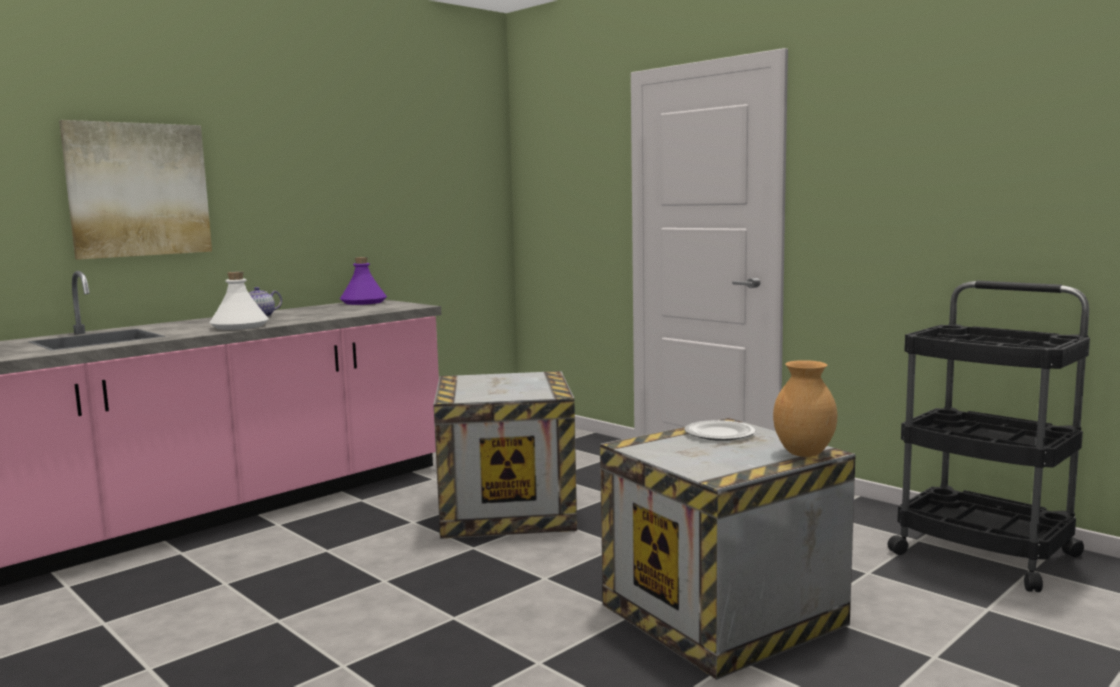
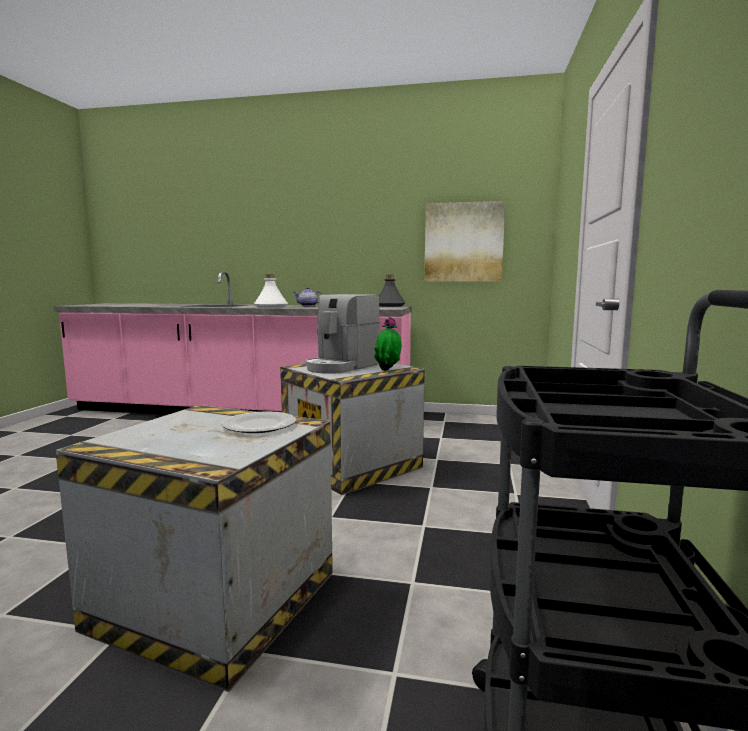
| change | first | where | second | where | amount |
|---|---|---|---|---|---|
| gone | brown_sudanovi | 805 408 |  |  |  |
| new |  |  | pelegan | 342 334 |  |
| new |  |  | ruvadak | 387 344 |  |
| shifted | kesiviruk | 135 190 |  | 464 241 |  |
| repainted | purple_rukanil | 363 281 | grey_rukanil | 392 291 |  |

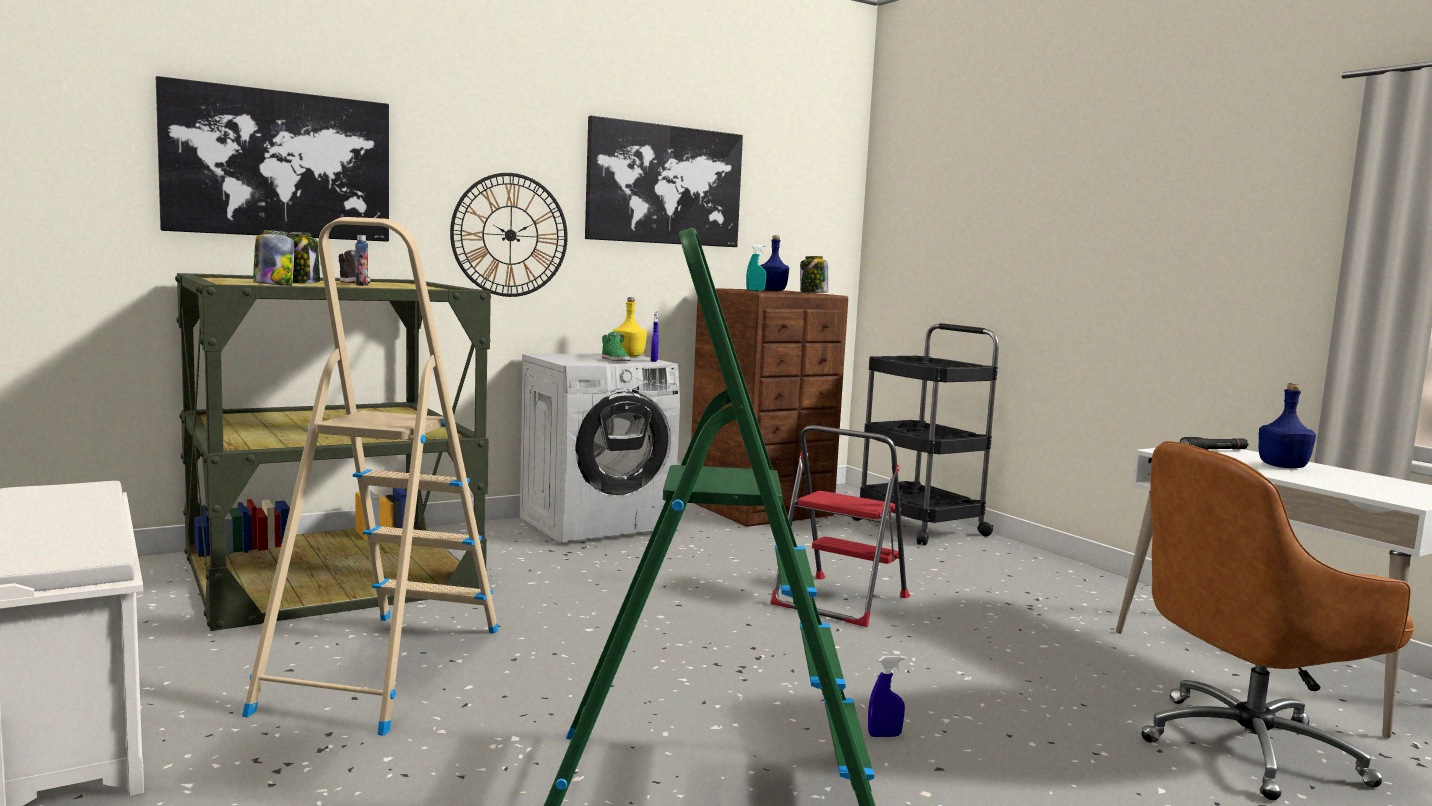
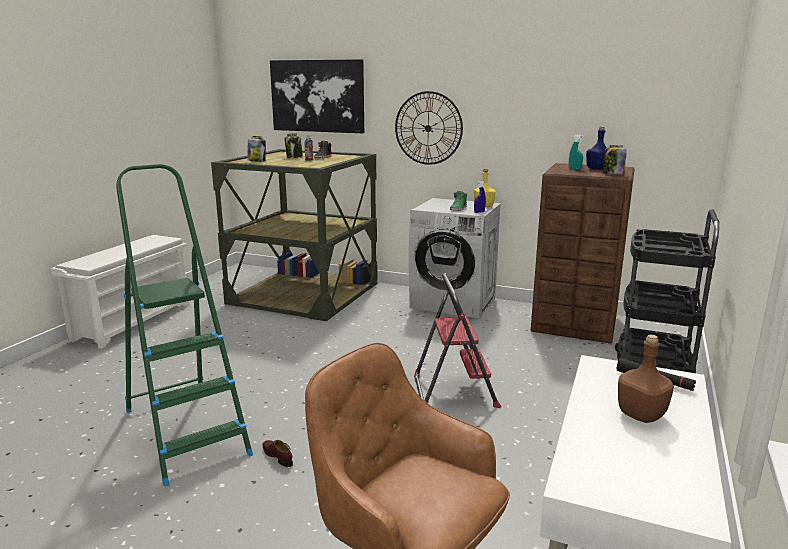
| change | first | where | second | where | amount |
|---|---|---|---|---|---|
| gone | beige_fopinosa | 370 476 |  |  |  |
| gone | kesiviruk | 664 181 |  |  |  |
| swapped | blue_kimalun | 886 696 | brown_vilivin | 277 453 |  |
| repainted | blue_rukanil | 1287 425 | brown_rukanil | 646 378 |  |

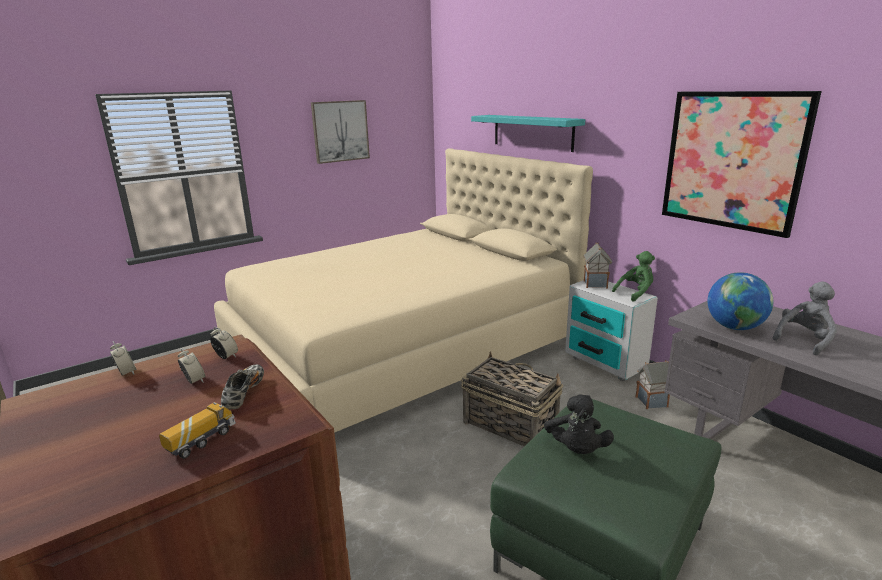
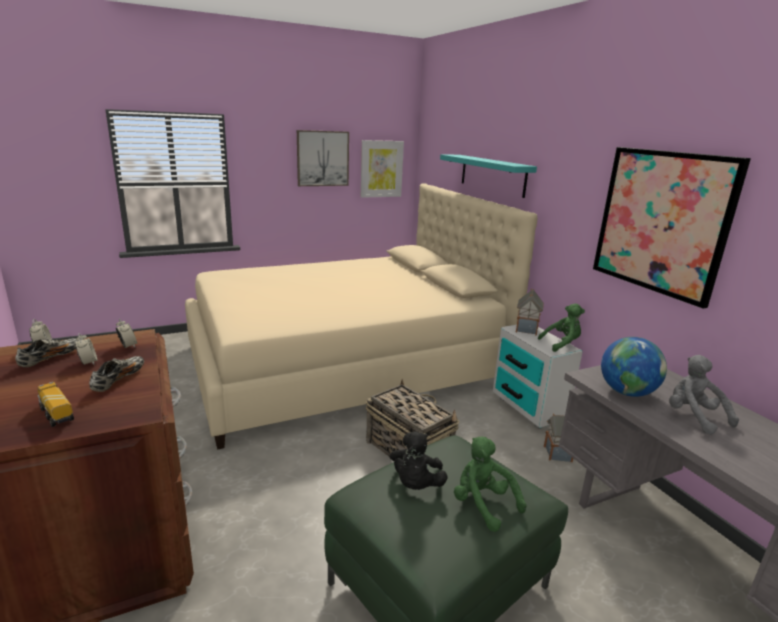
| change | first | where | second | where | amount |
|---|---|---|---|---|---|
| new |  |  | vilivin | 47 352 |  |
| new |  |  | kesiviruk | 382 169 |  |
| new |  |  | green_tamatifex | 490 484 |  |
| rotated | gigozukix | 197 430 |  | 55 404 | 90 degrees counterclockwise |
| rotated | grey_tamatifex | 805 318 |  | 704 395 | 90 degrees counterclockwise |

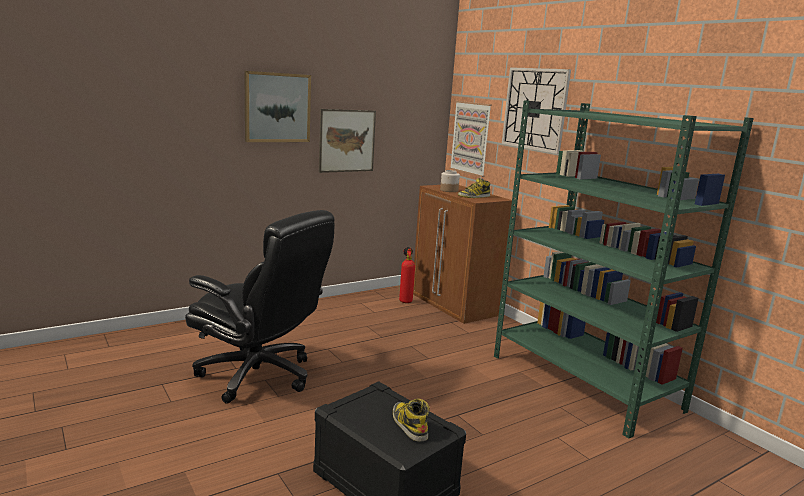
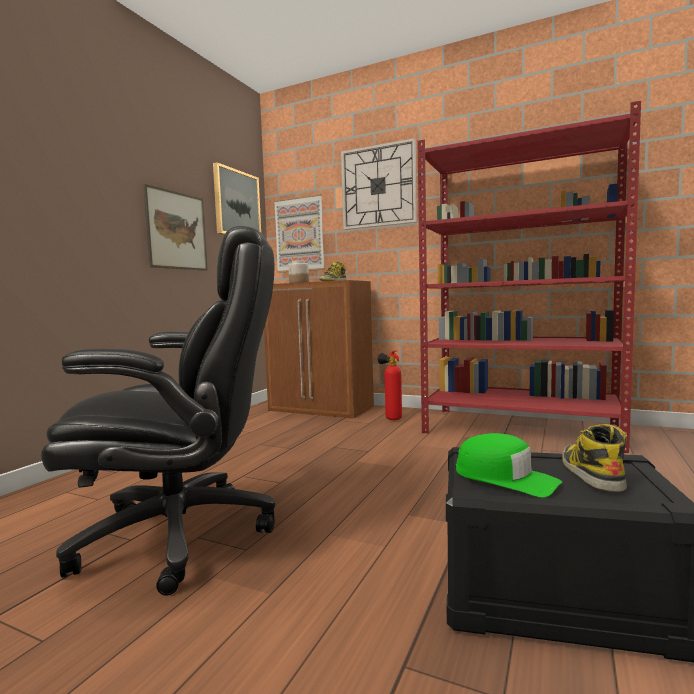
| change | first | where | second | where | amount |
|---|---|---|---|---|---|
| new |  |  | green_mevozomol | 508 465 |  |
| shifted | kesiviruk | 277 106 |  | 237 198 |  |
| shifted | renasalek | 407 275 |  | 389 385 |  |
| repainted | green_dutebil | 624 269 | red_dutebil | 529 277 |  |
| rotated | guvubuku | 411 420 |  | 594 458 | 60 degrees clockwise |

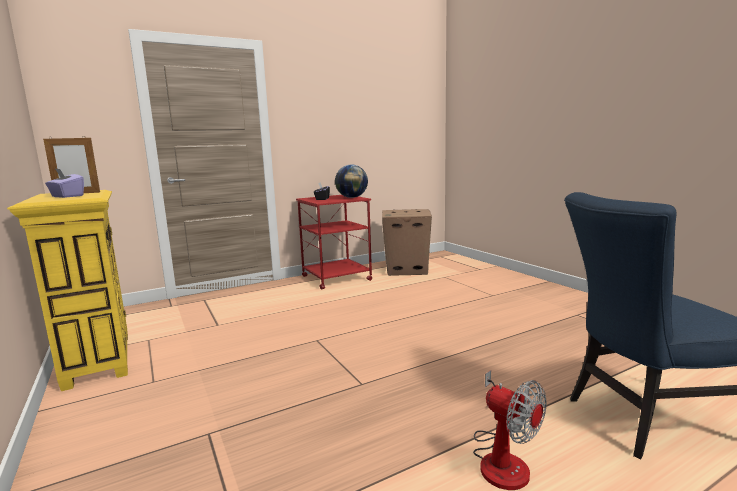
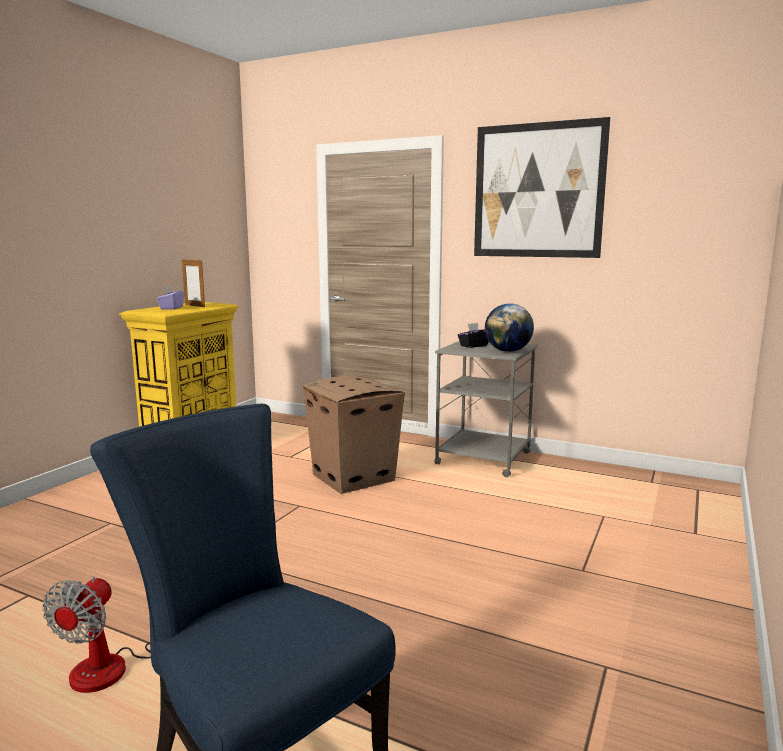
| change | first | where | second | where | amount |
|---|---|---|---|---|---|
| new |  |  | kesiviruk | 542 187 |  |
| shifted | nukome | 407 242 |  | 354 435 |  |
| repainted | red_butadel | 334 242 | grey_butadel | 485 409 |  |

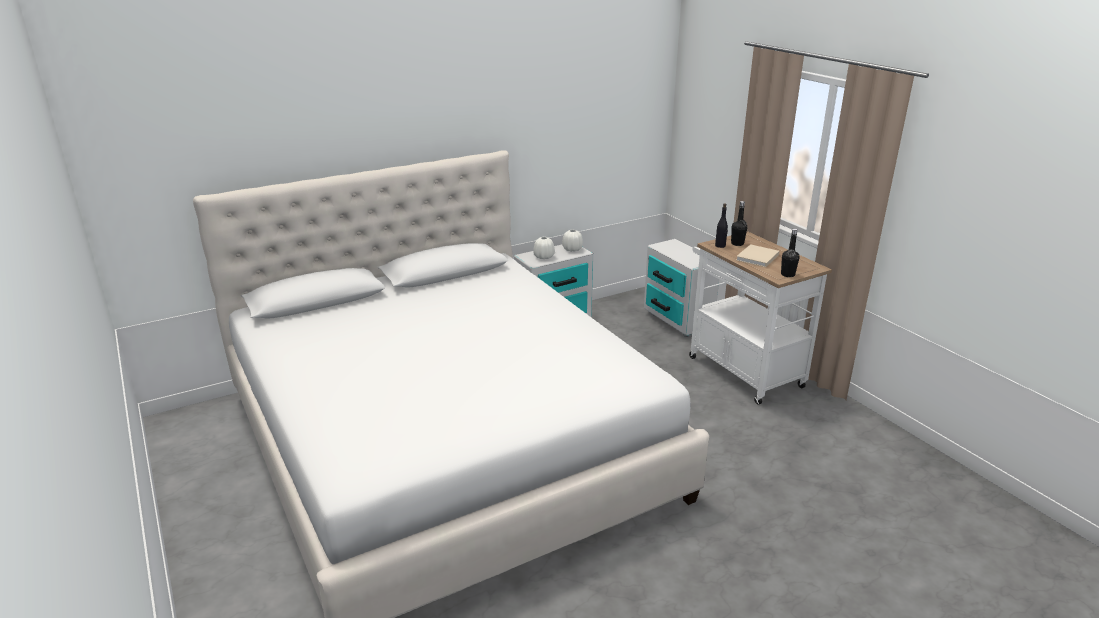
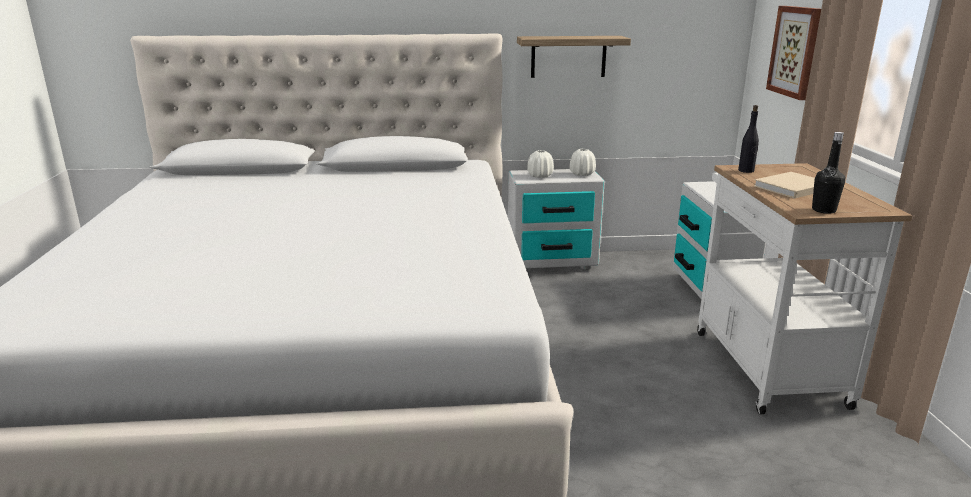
| change | first | where | second | where | amount |
|---|---|---|---|---|---|
| gone | black_rukanil | 739 223 |  |  |  |
| new |  |  | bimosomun | 574 57 |  |
| new |  |  | kesiviruk | 793 53 |  |

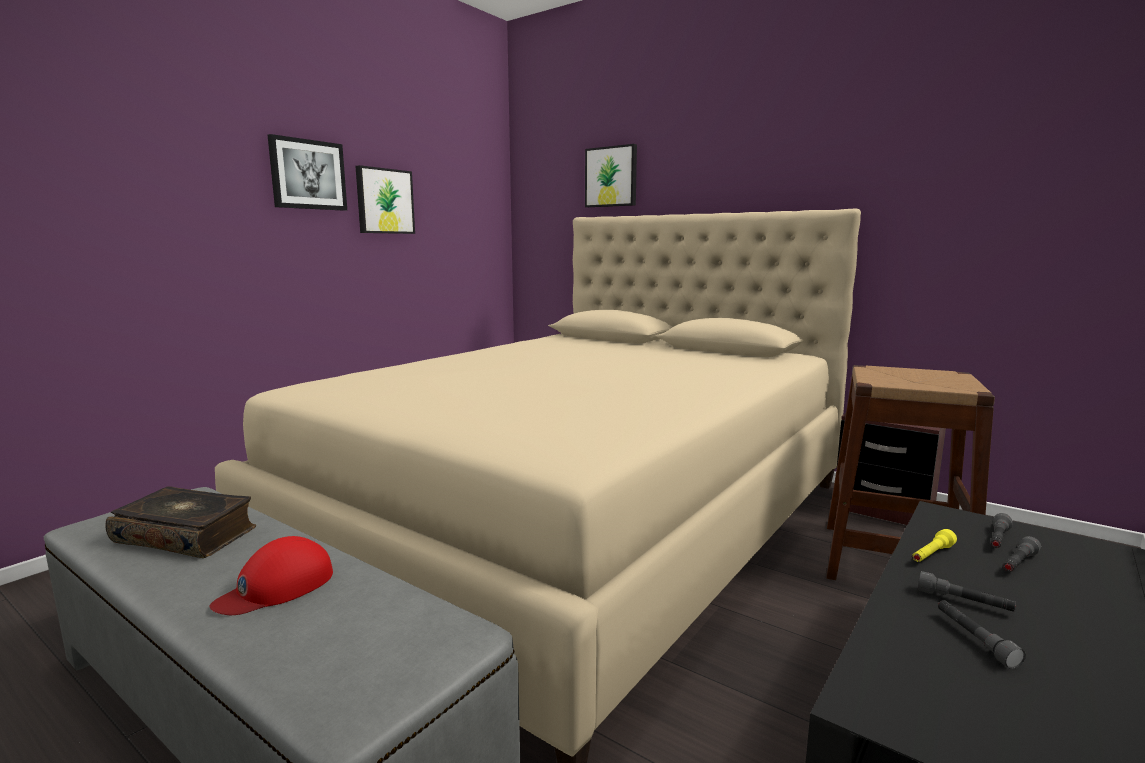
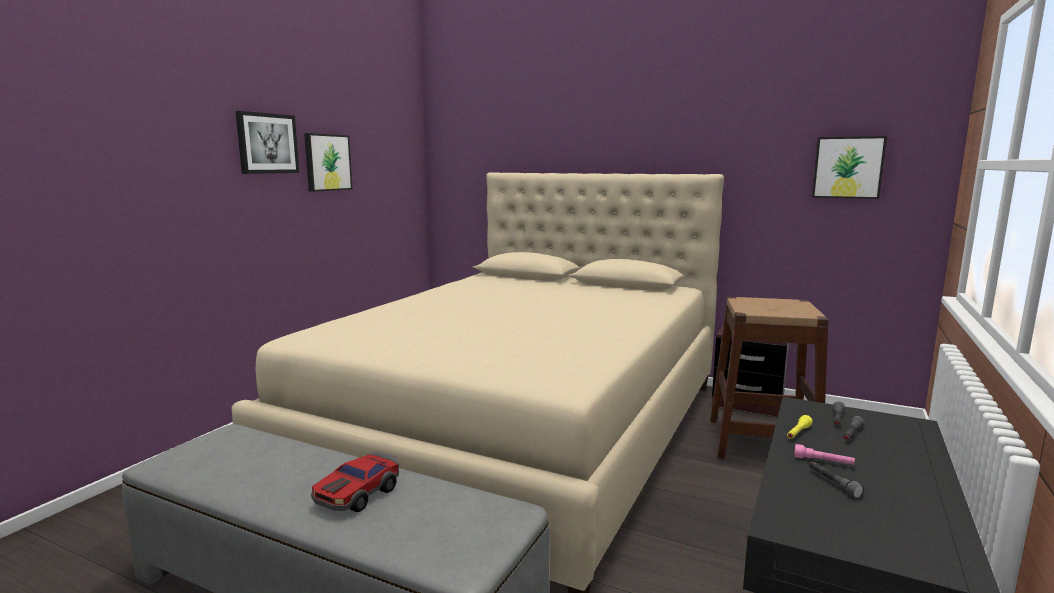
| change | first | where | second | where | amount |
|---|---|---|---|---|---|
| gone | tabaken | 180 522 |  |  |  |
| shifted | kesiviruk | 611 175 |  | 849 167 |  |
| swapped | red_mevozomol | 271 575 | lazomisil | 355 481 |  |
| repainted | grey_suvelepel | 967 591 | pink_suvelepel | 824 454 |  |

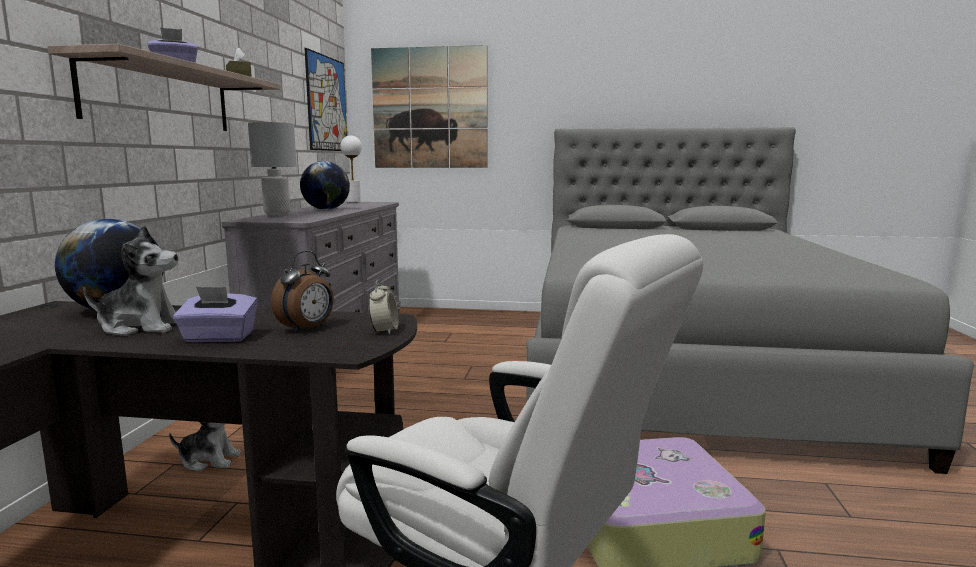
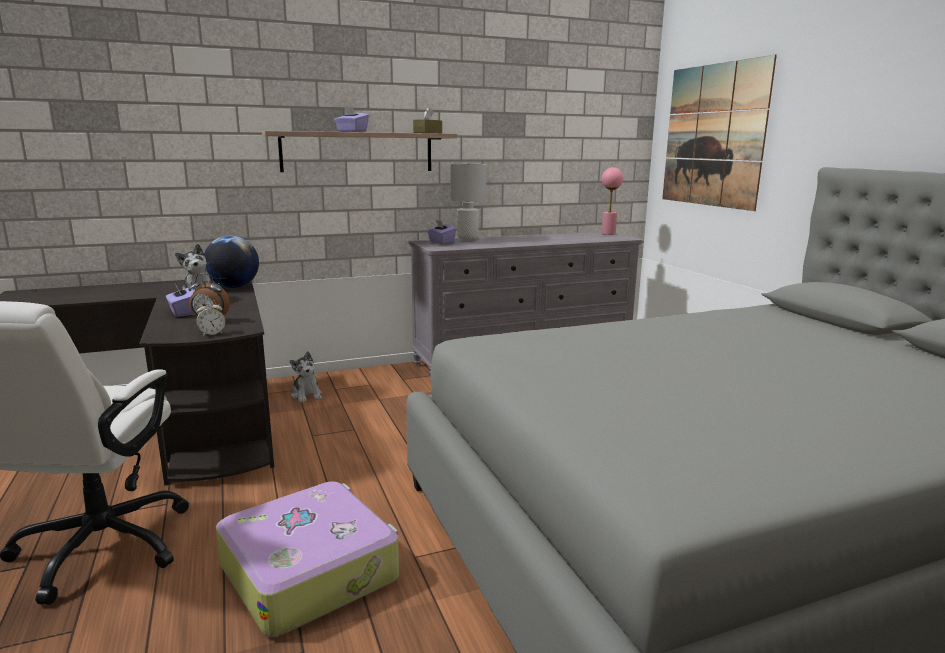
| change | first | where | second | where | amount |
|---|---|---|---|---|---|
| gone | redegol | 325 185 |  |  |  |
| gone | kesiviruk | 326 99 |  |  |  |
| new |  |  | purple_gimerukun | 441 232 |  |
| repainted | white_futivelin | 351 169 | pink_futivelin | 612 201 |  |

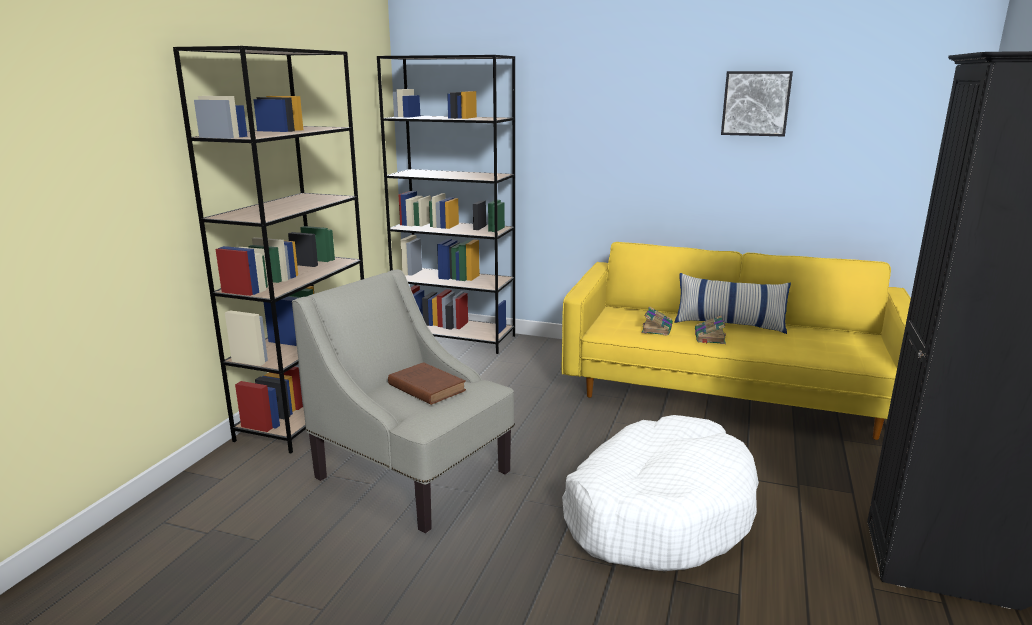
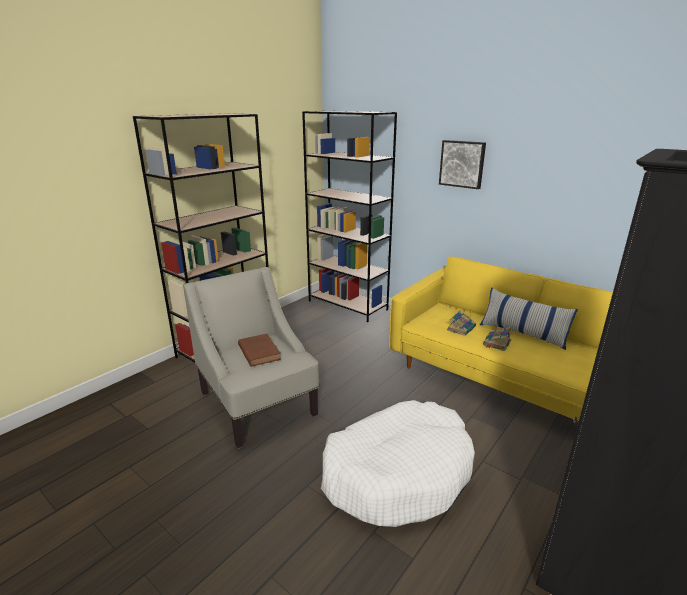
| change | first | where | second | where | amount |
|---|---|---|---|---|---|
| shifted | kesiviruk | 757 104 |  | 462 164 |  |

